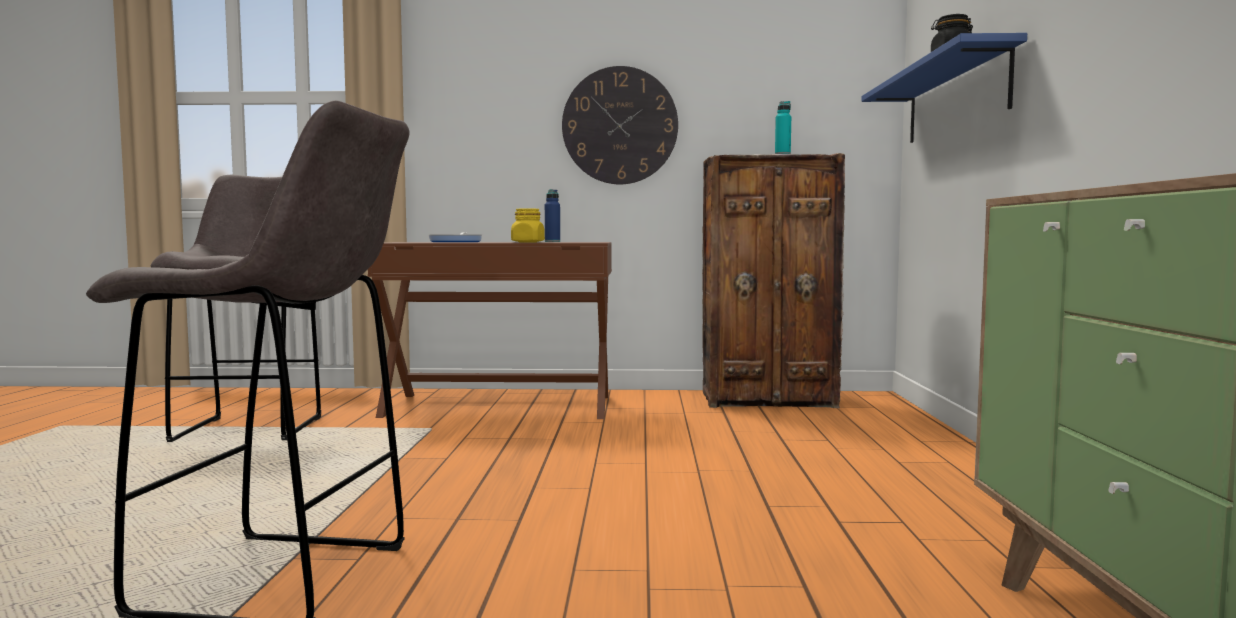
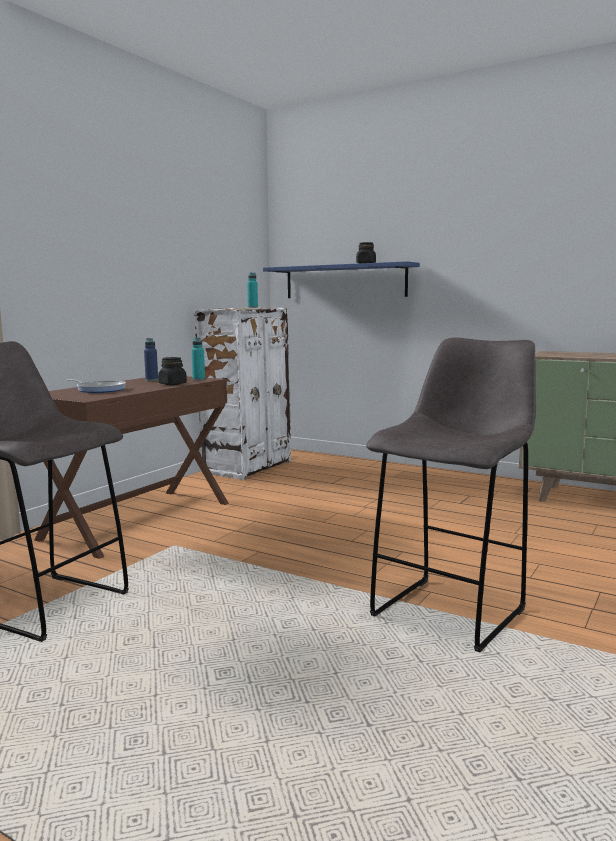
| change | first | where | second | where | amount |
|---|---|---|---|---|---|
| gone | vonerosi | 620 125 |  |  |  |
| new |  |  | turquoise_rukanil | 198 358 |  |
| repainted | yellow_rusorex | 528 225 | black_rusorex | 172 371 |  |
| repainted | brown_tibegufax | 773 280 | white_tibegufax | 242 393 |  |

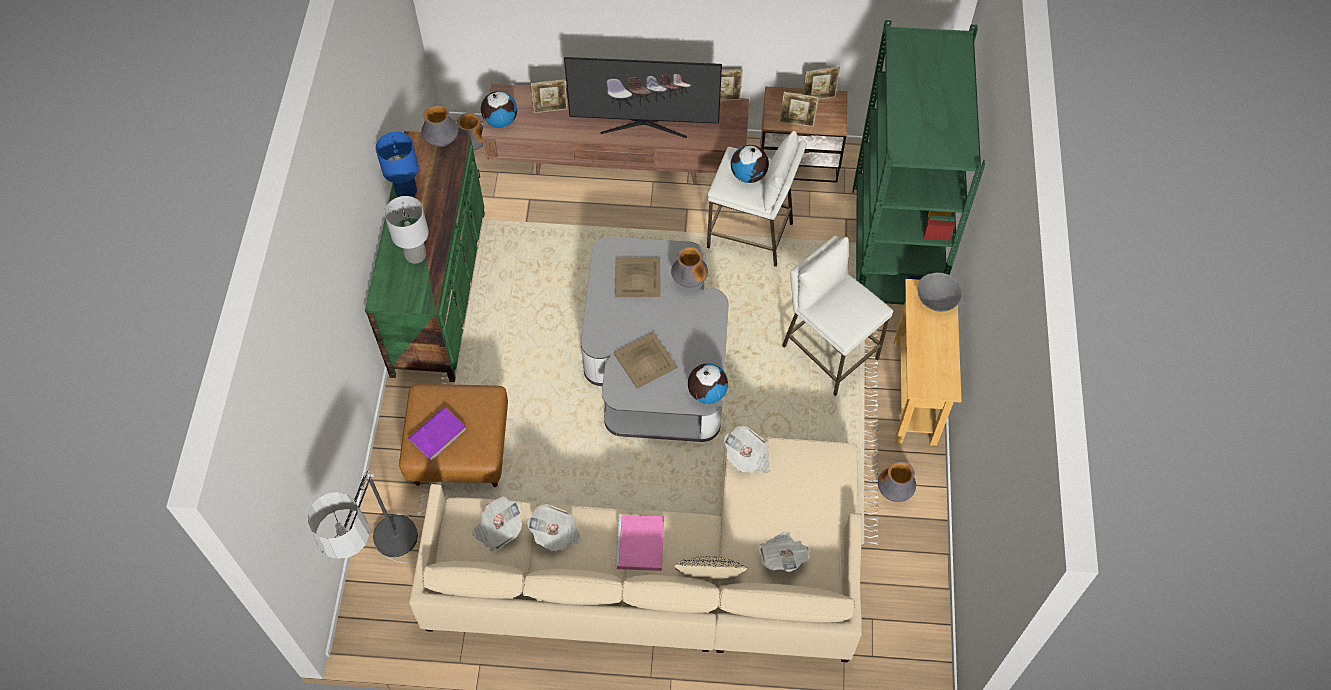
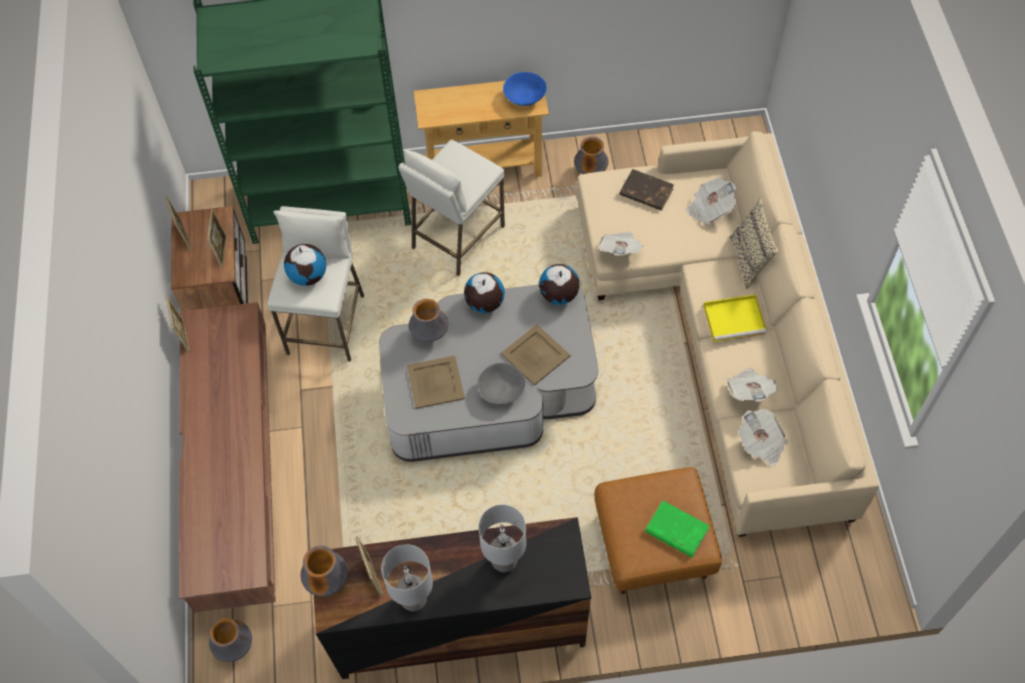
| change | first | where | second | where | amount |
|---|---|---|---|---|---|
| gone | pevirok | 364 516 |  |  |  |
| gone | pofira | 643 97 |  |  |  |
| new |  |  | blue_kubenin | 525 89 |  |
| new |  |  | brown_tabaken | 646 190 |  |
| shifted | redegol | 499 109 |  | 484 292 |  |
| shifted | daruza | 549 96 |  | 369 566 |  |
| shifted | grey_kubenin | 939 292 |  | 501 384 |  |
| repainted | green_tibegufax | 425 256 | black_tibegufax | 452 598 |  |
| repainted | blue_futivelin | 397 164 | grey_futivelin | 407 577 |  |
| repainted | purple_tabaken | 437 434 | green_tabaken | 677 529 |  |
| repainted | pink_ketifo | 639 542 | yellow_ketifo | 735 318 |  |

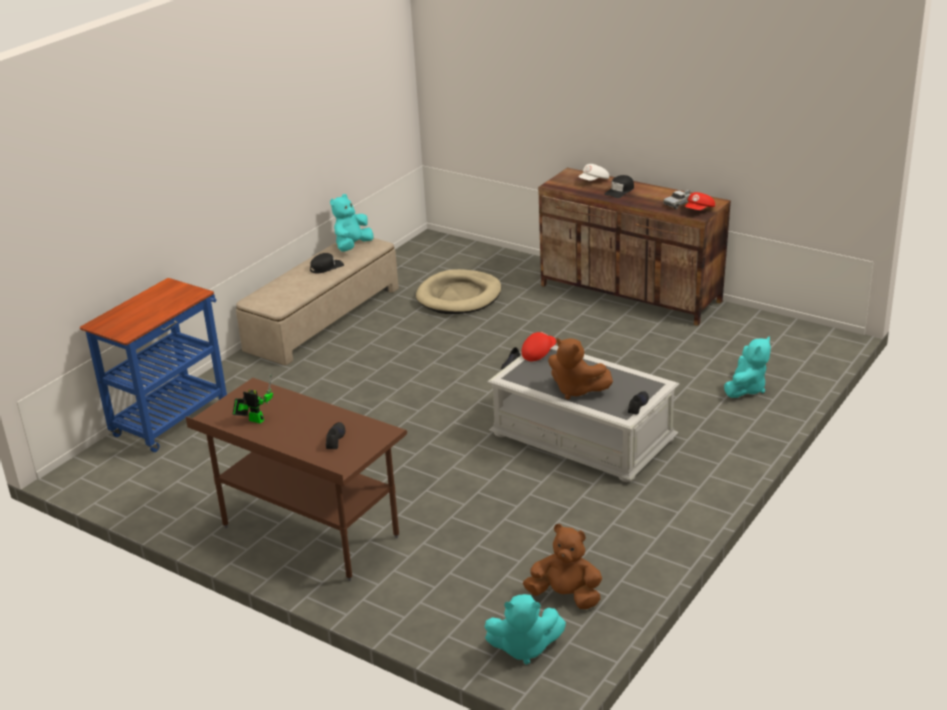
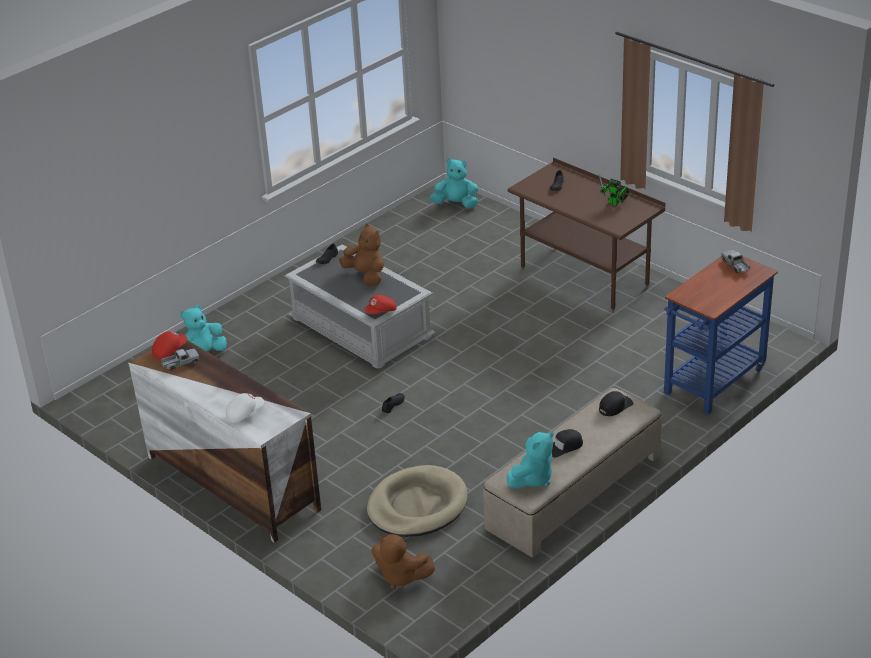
| change | first | where | second | where | amount |
|---|---|---|---|---|---|
| new |  |  | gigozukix | 735 261 |  |
| shifted | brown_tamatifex | 562 566 |  | 403 561 |  |
| shifted | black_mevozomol | 619 186 |  | 616 403 |  |
| repainted | brown_tibegufax | 634 247 | white_tibegufax | 224 441 |  |

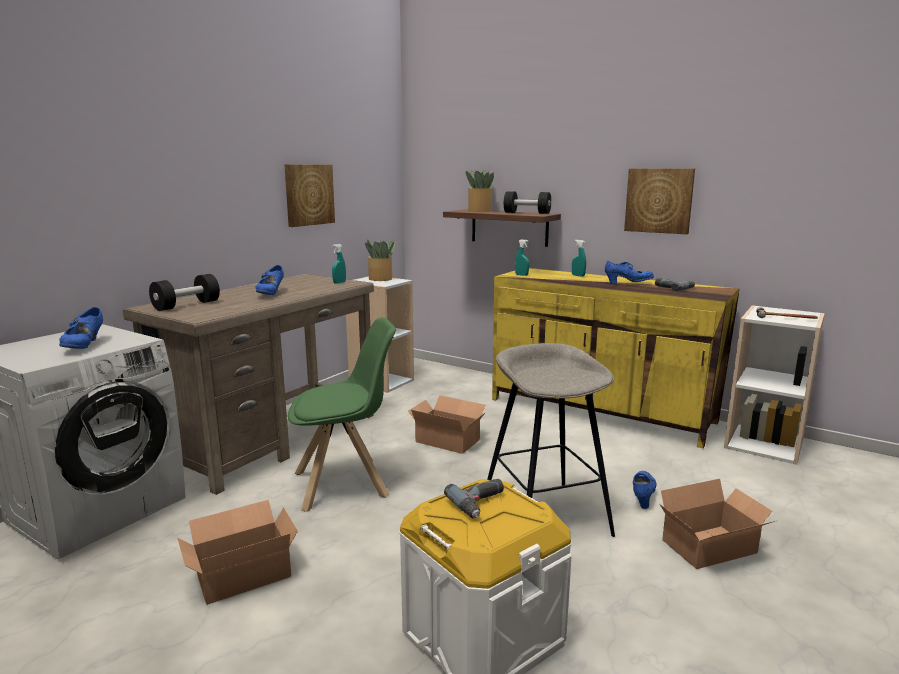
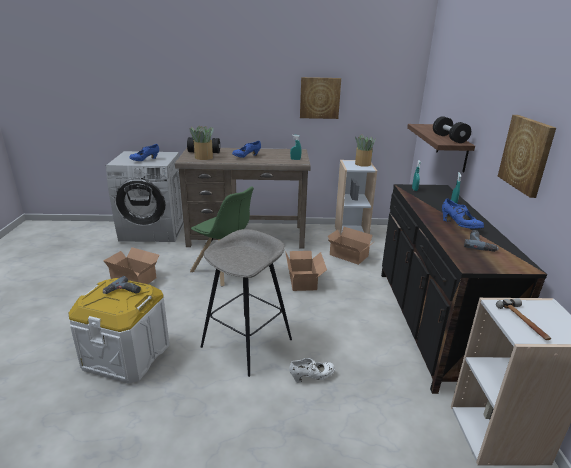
| change | first | where | second | where | amount |
|---|---|---|---|---|---|
| shifted | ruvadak | 480 191 |  | 201 143 |  |
| shifted | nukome | 719 524 |  | 350 246 |  |
| repainted | yellow_tibegufax | 615 358 | black_tibegufax | 464 289 |  |
| repainted | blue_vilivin | 644 490 | white_vilivin | 312 370 |  |

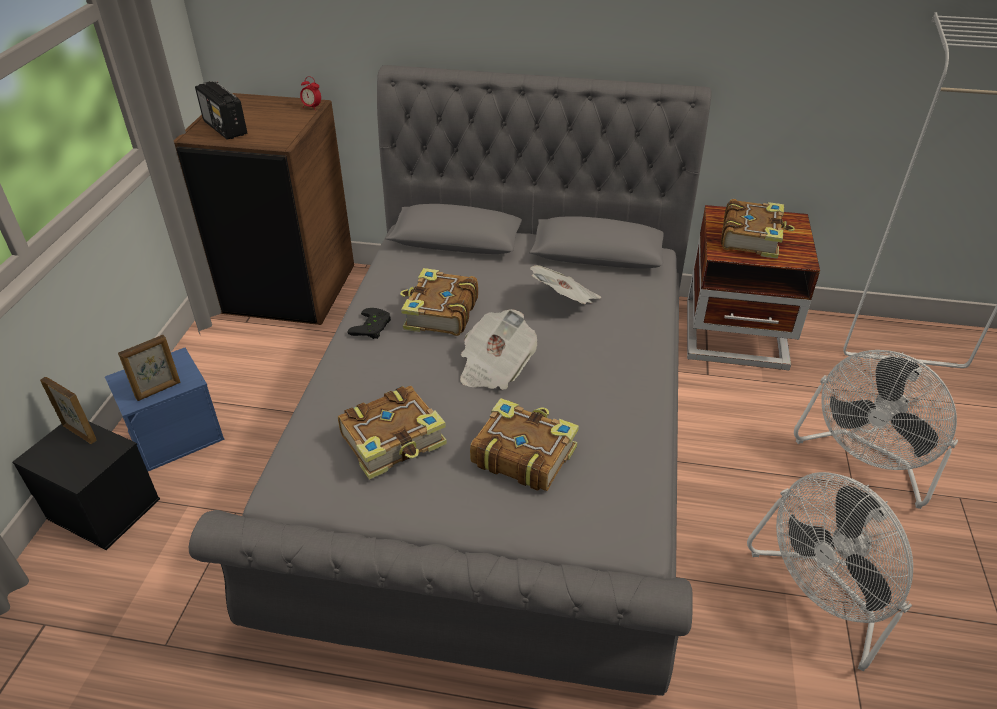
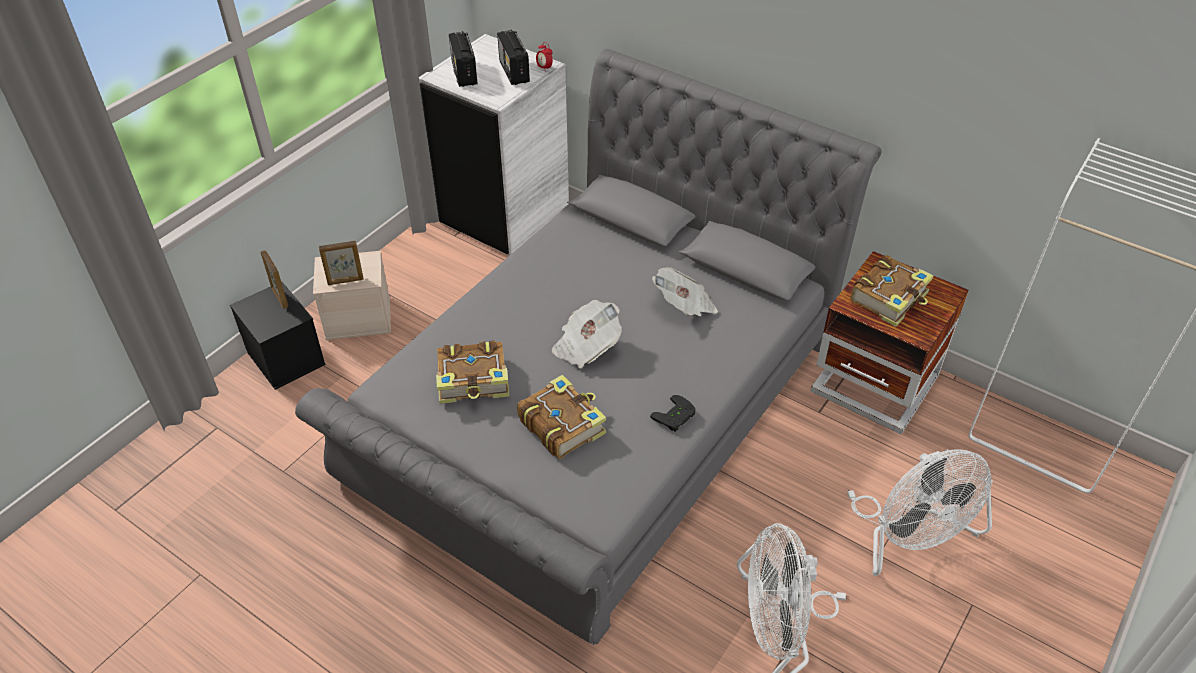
| change | first | where | second | where | amount |
|---|---|---|---|---|---|
| gone | tabaken | 439 302 |  |  |  |
| new |  |  | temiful | 513 57 |  |
| shifted | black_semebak | 369 323 |  | 673 413 |  |
| repainted | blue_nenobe | 165 409 | beige_nenobe | 352 295 |  |
| repainted | brown_tibegufax | 264 209 | white_tibegufax | 494 145 |  |
| rotated | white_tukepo | 876 429 |  | 920 512 | 90 degrees counterclockwise |

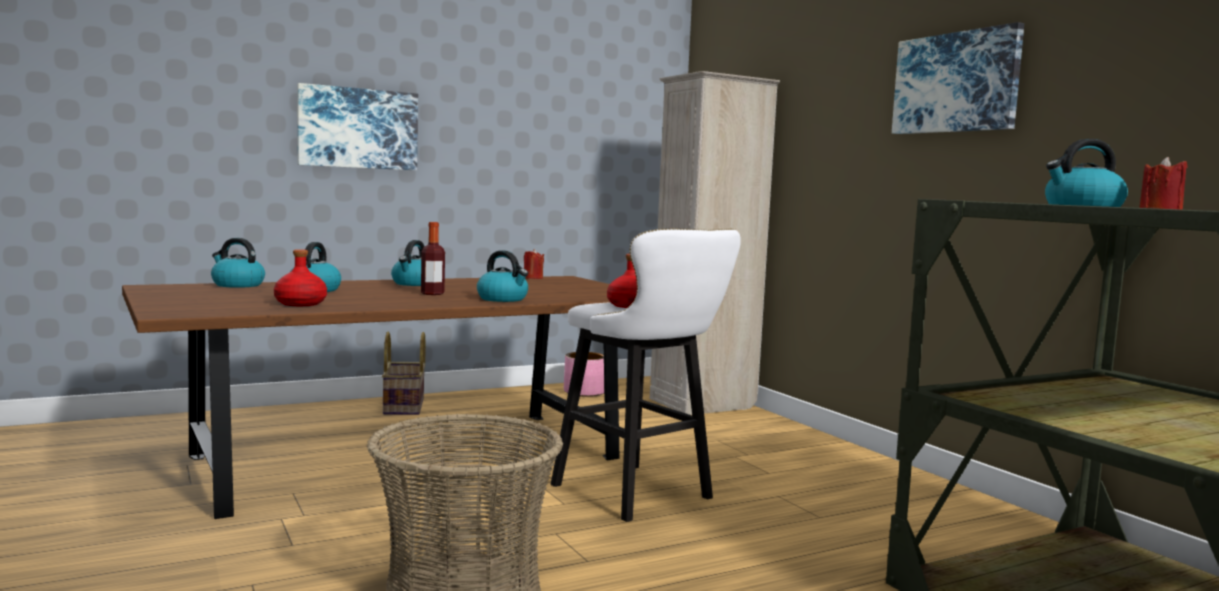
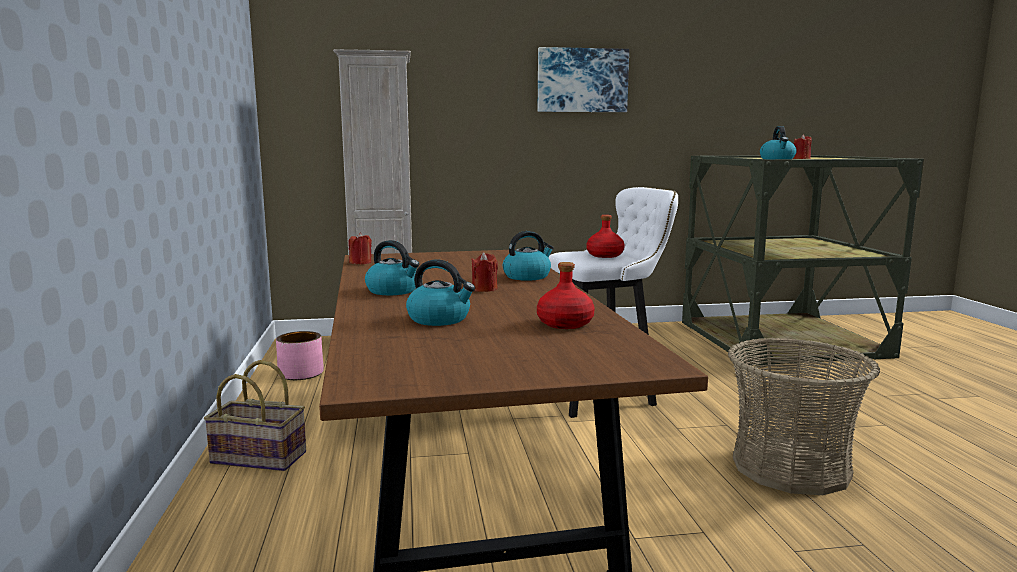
| change | first | where | second | where | amount |
|---|---|---|---|---|---|
| gone | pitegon | 238 263 |  |  |  |
| gone | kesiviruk | 357 126 |  |  |  |
| swapped | rukanil | 433 258 | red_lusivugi | 484 272 |  |

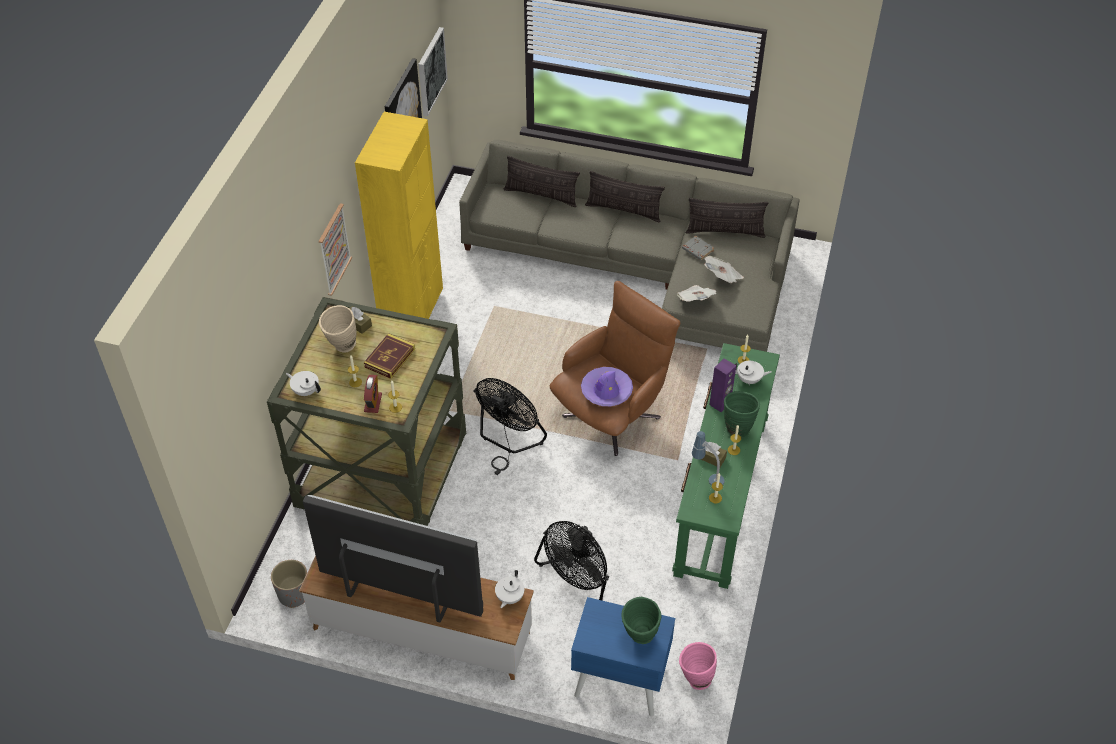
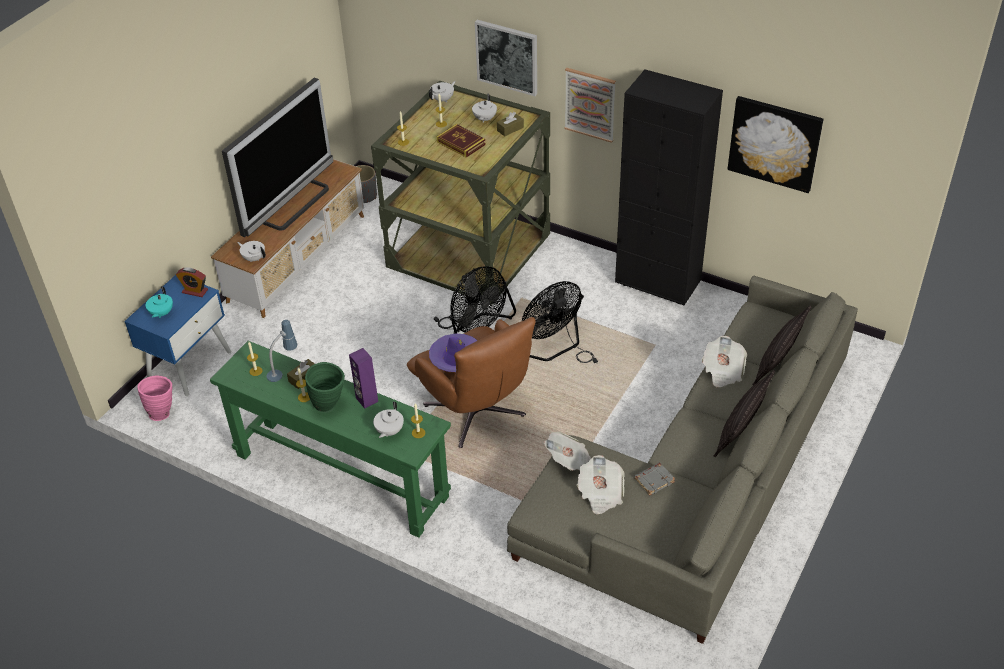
| change | first | where | second | where | amount |
|---|---|---|---|---|---|
| gone | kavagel | 726 218 |  |  |  |
| new |  |  | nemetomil | 724 361 |  |
| shifted | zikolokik | 373 394 |  | 192 282 |  |
| shifted | kesiviruk | 433 71 |  | 506 58 |  |
| shifted | black_tukepo | 571 560 |  | 560 322 |  |
| swapped | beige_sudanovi | 337 328 | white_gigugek | 484 108 |  |
| swapped | green_sudanovi | 641 620 | turquoise_gigugek | 159 302 |  |
| repainted | yellow_tibegufax | 399 215 | black_tibegufax | 669 187 |  |

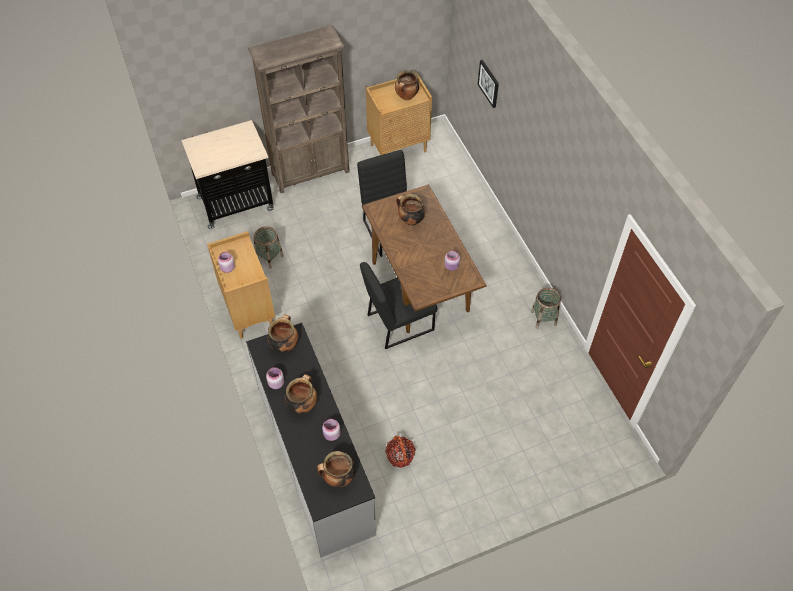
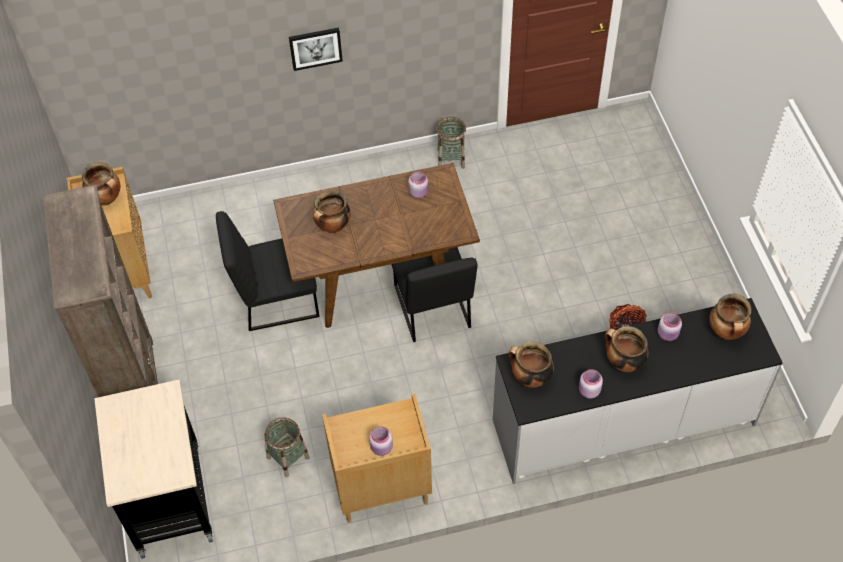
| change | first | where | second | where | amount |
|---|---|---|---|---|---|
| shifted | kesiviruk | 488 84 |  | 316 49 |  |

